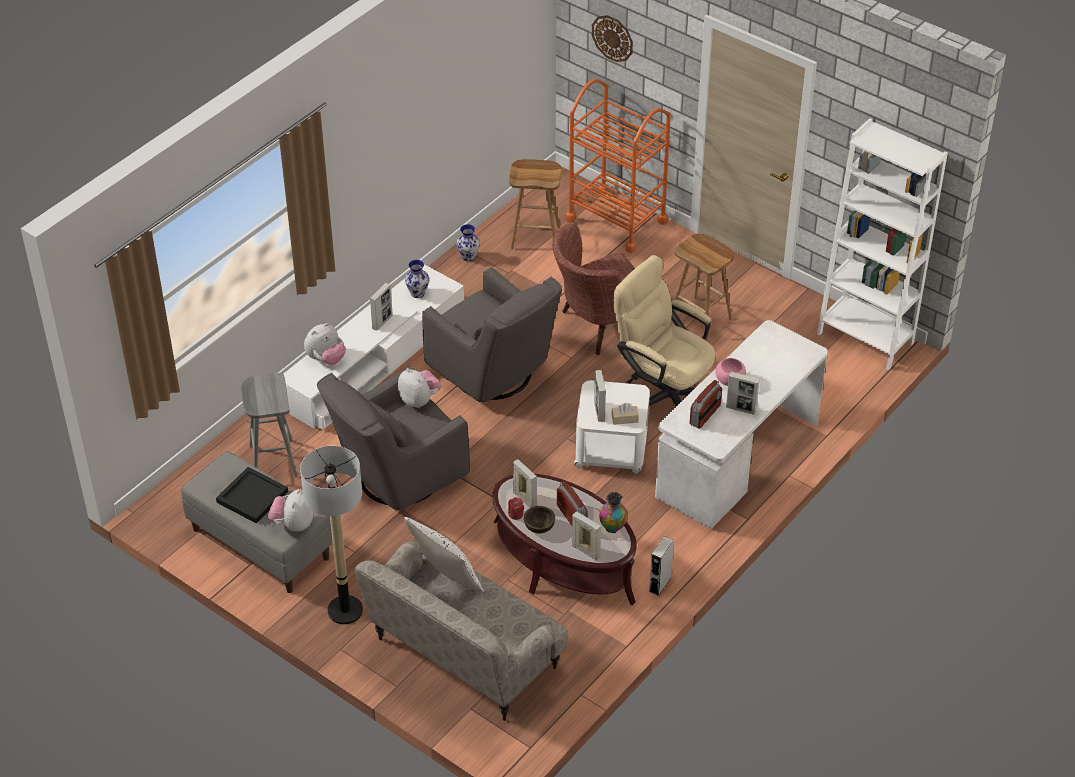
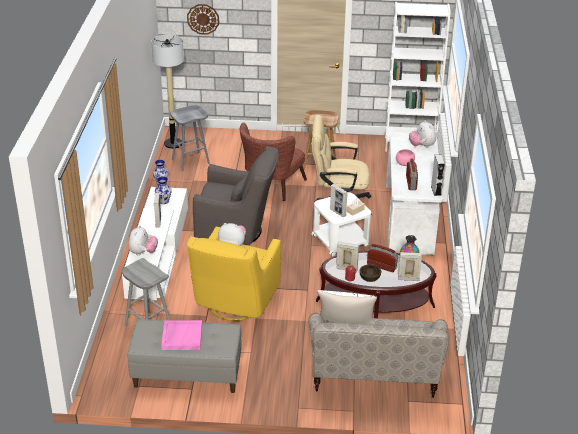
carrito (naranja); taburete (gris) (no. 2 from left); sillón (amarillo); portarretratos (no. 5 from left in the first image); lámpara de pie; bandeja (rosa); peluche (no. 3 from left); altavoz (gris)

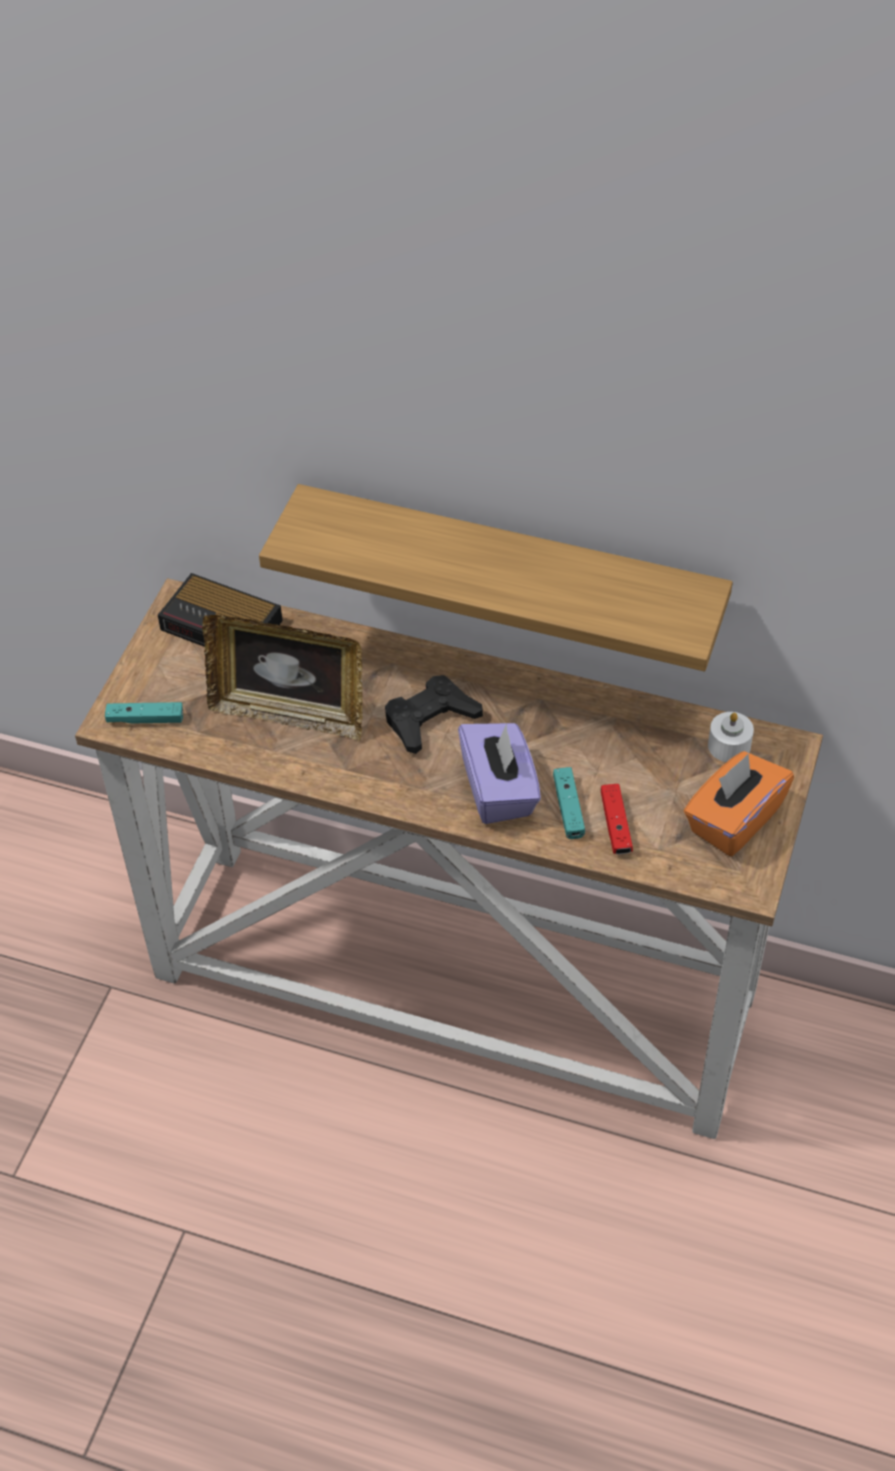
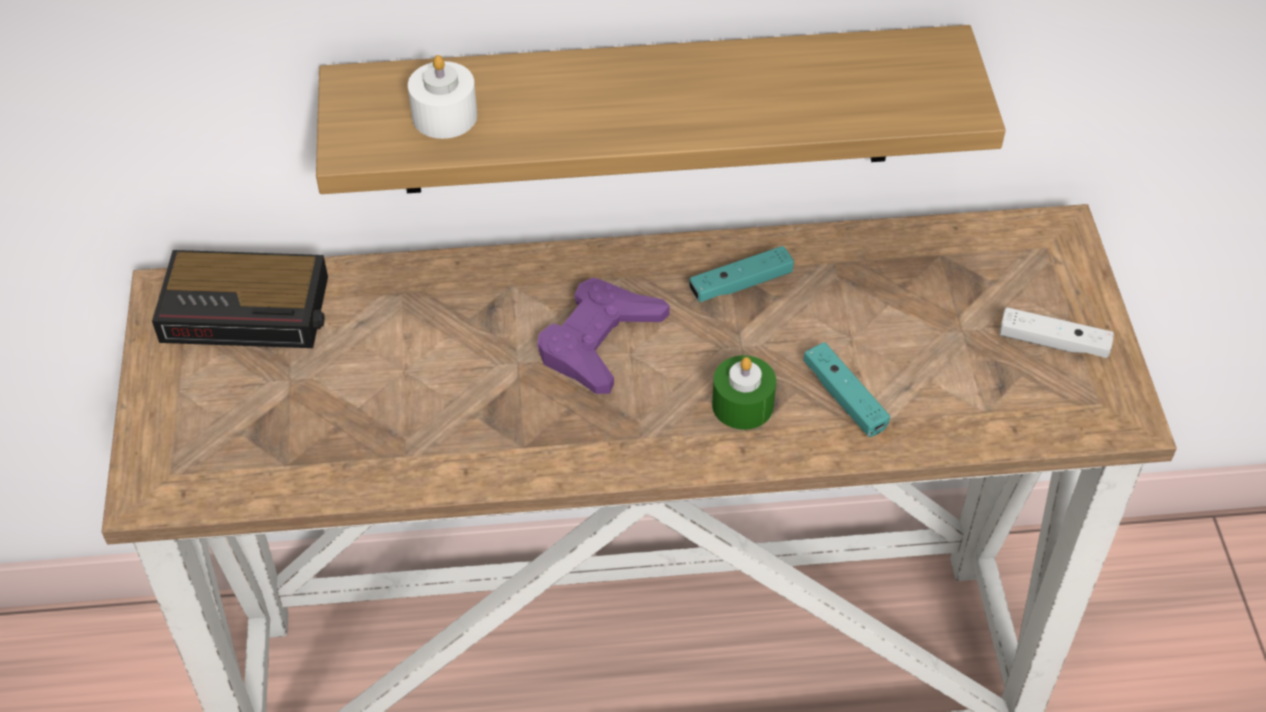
portarretratos; mando de consola (morado); mando de consola (turquesa) (no. 1 from left); vela (blanco); vela (verde); mando de consola (blanco); mando de consola (rojo)

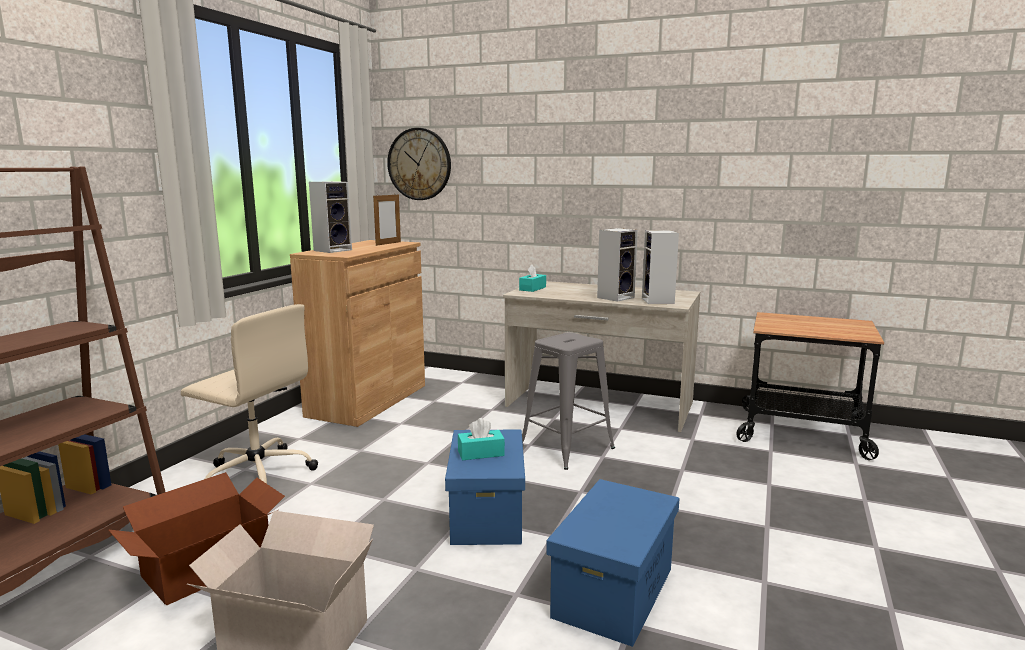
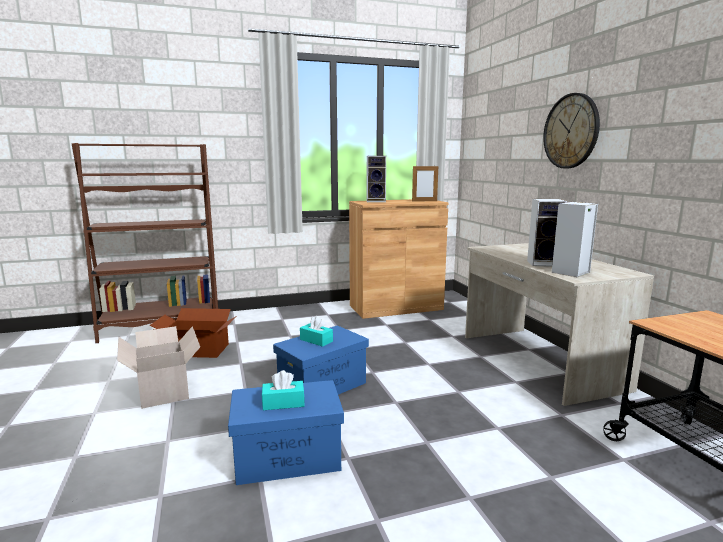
reloj de pared; caja de pañuelos (turquesa) (no. 1 from left); silla de oficina (beis); taburete (gris)

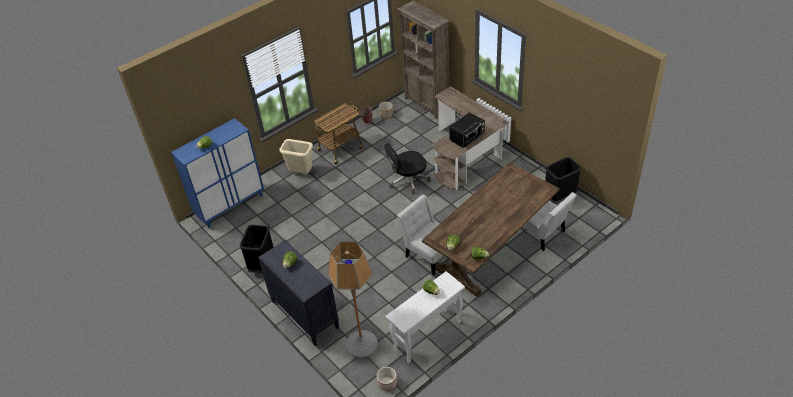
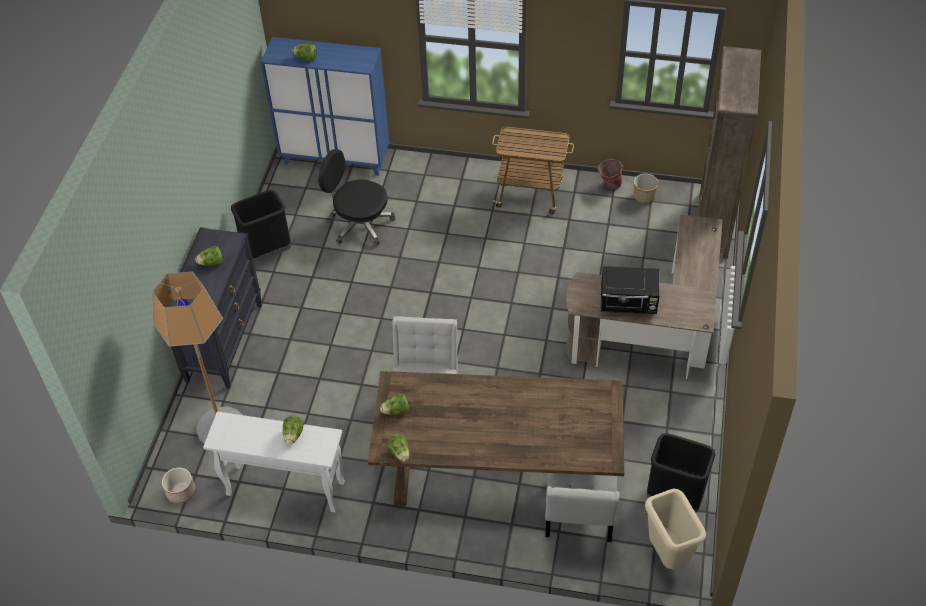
papelera (beis); silla de oficina (negro)

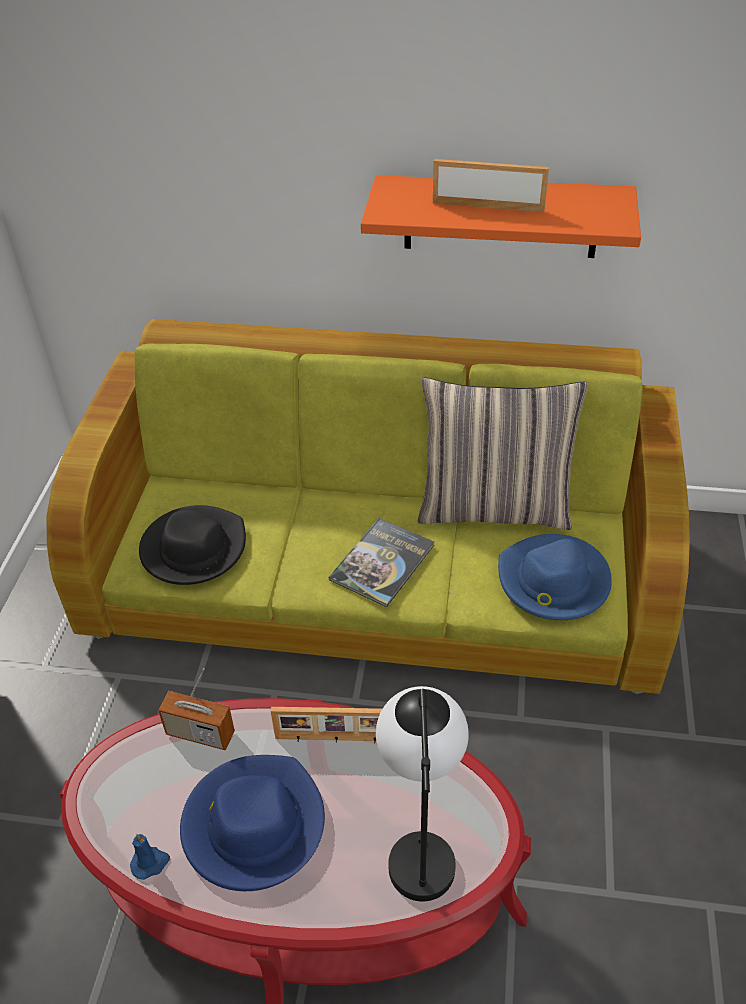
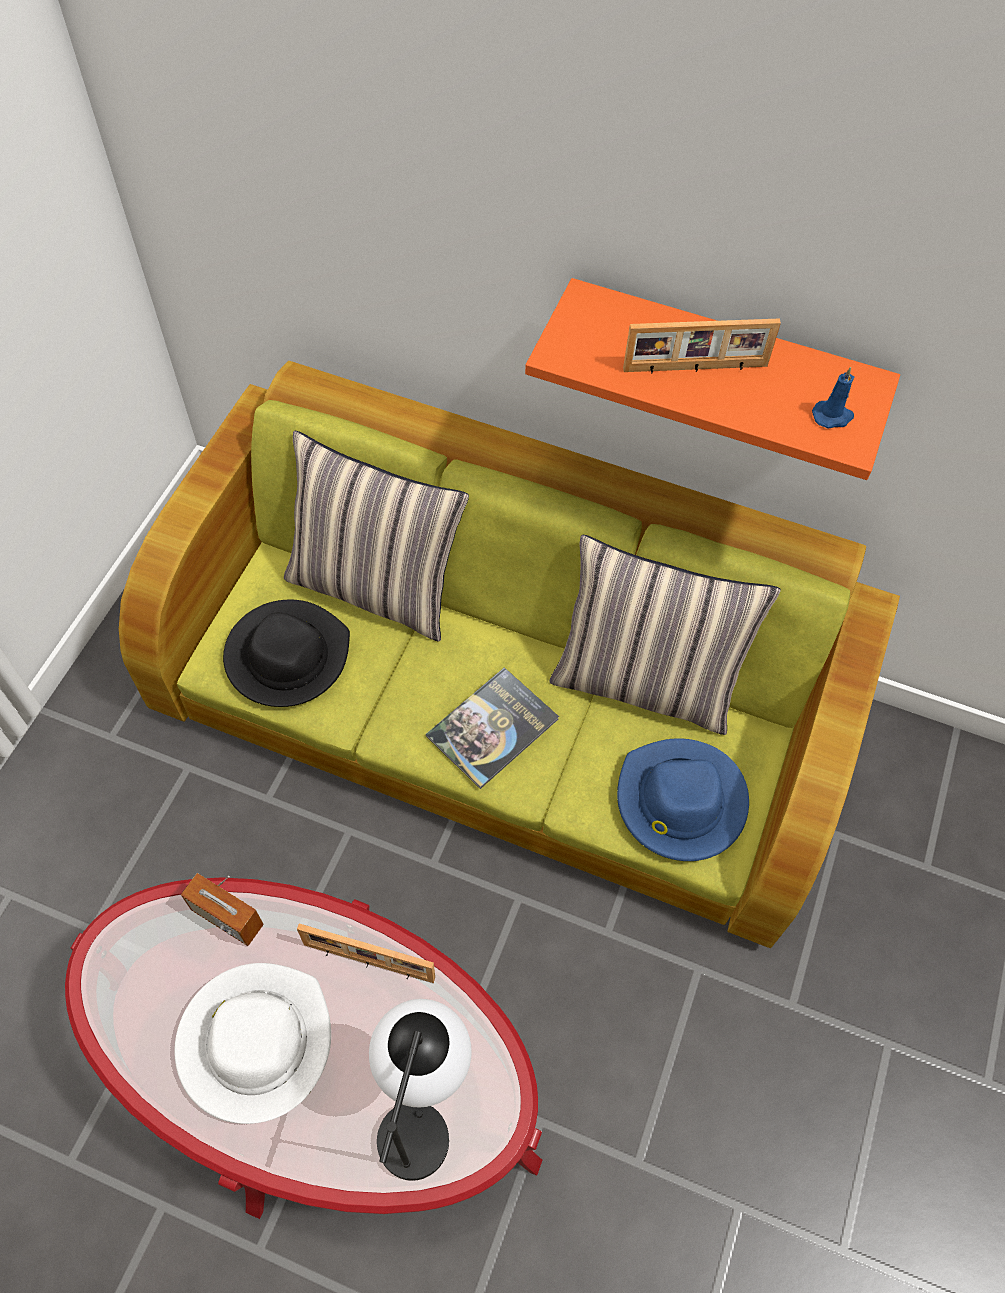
portarretratos (no. 2 from left); sombrero (blanco); vela (azul); cojín (no. 1 from left)

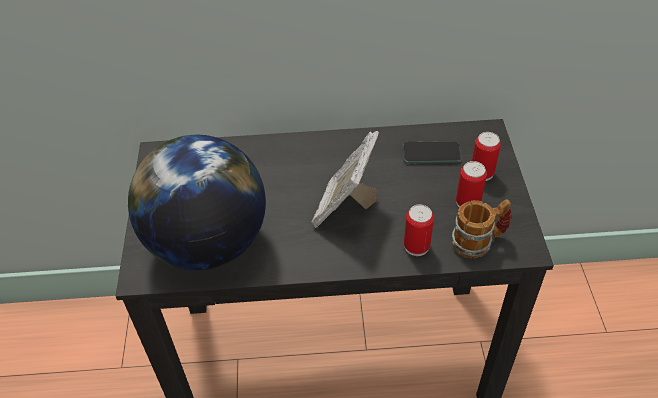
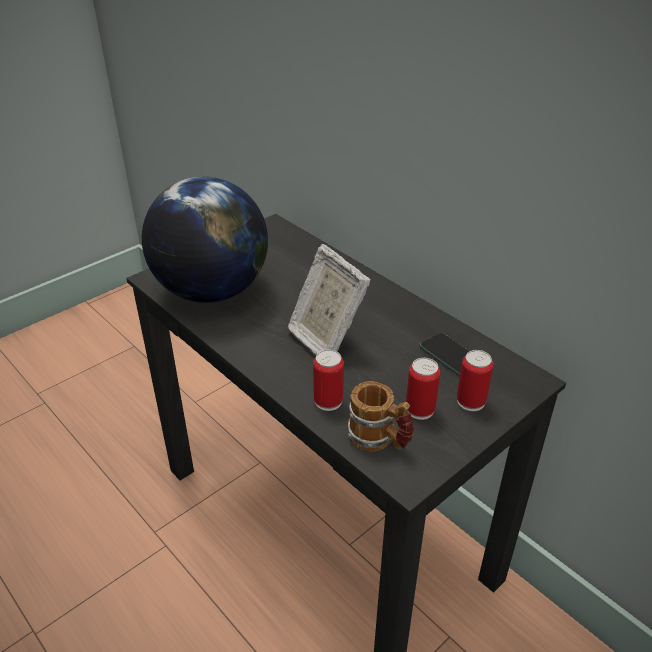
portarretratos

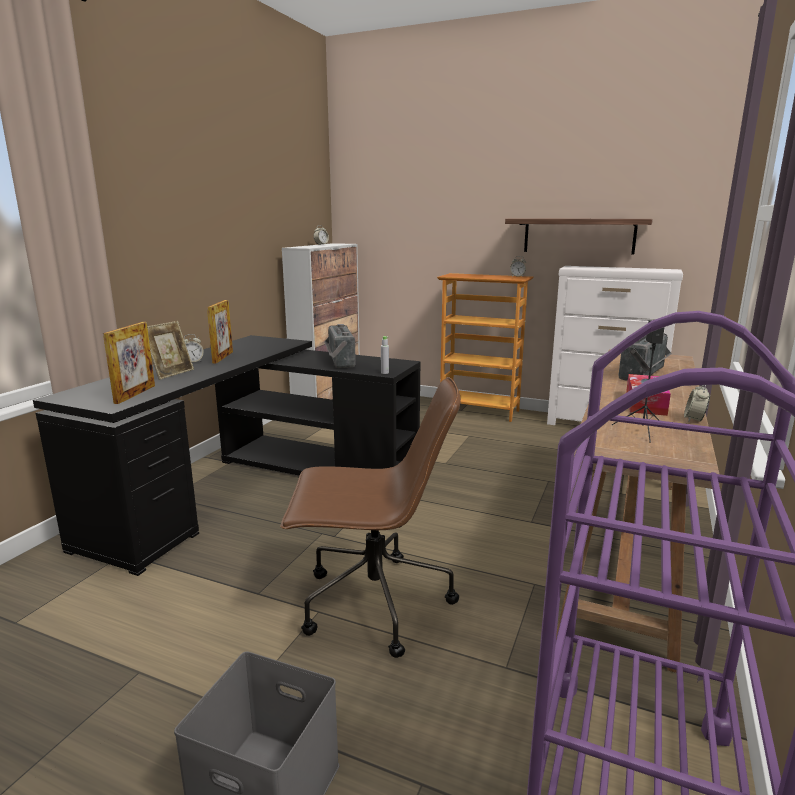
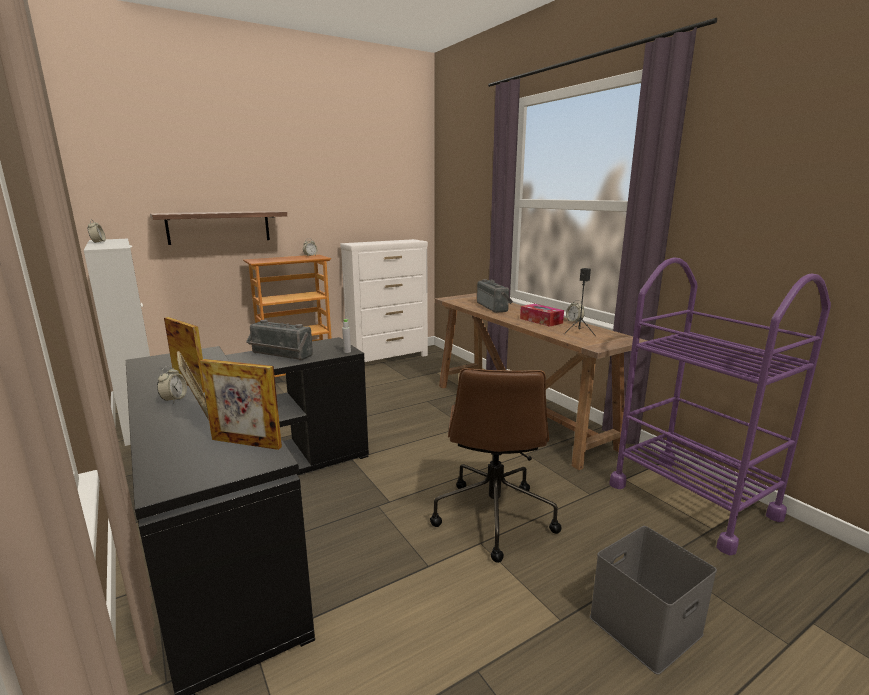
estante; portarretratos (no. 3 from left); silla de oficina (marrón)

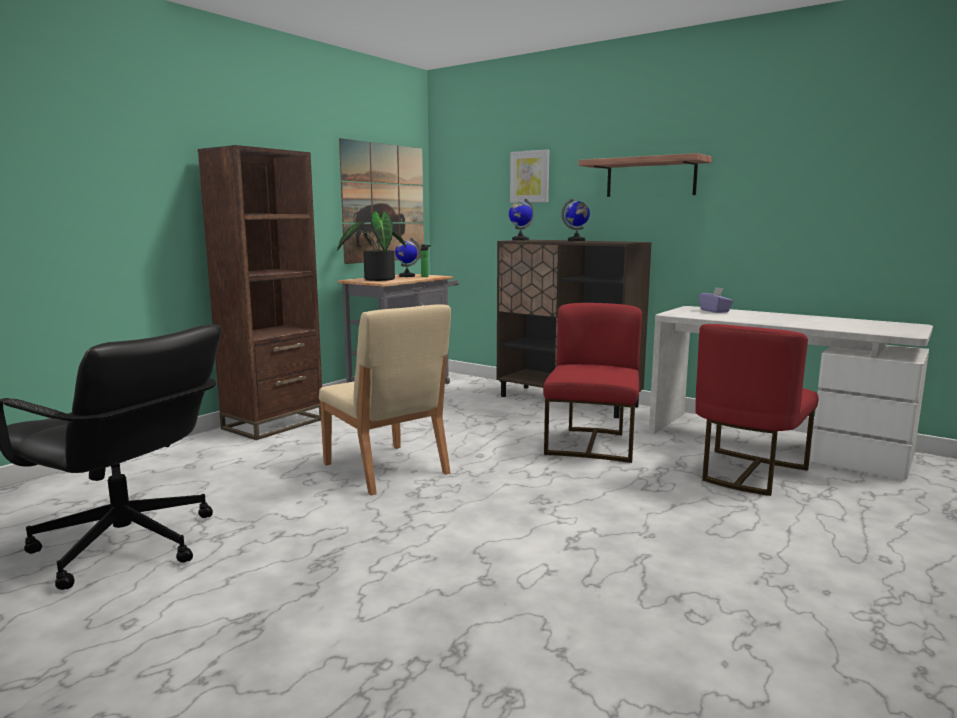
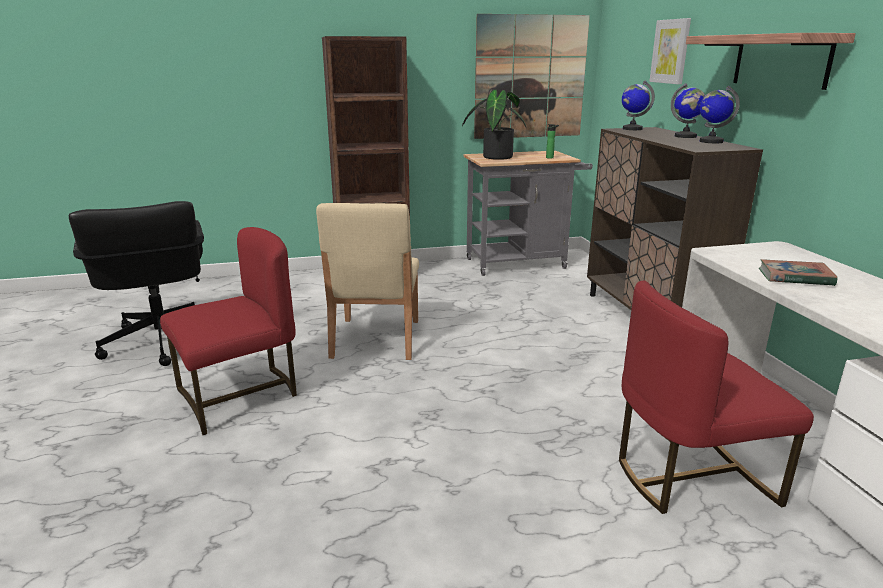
globo terráqueo (no. 3 from left); caja de pañuelos (morado); silla (rojo) (no. 1 from left); libro

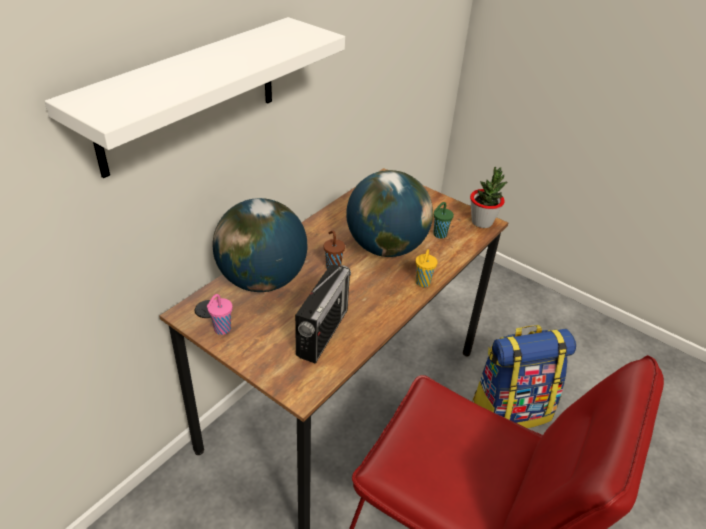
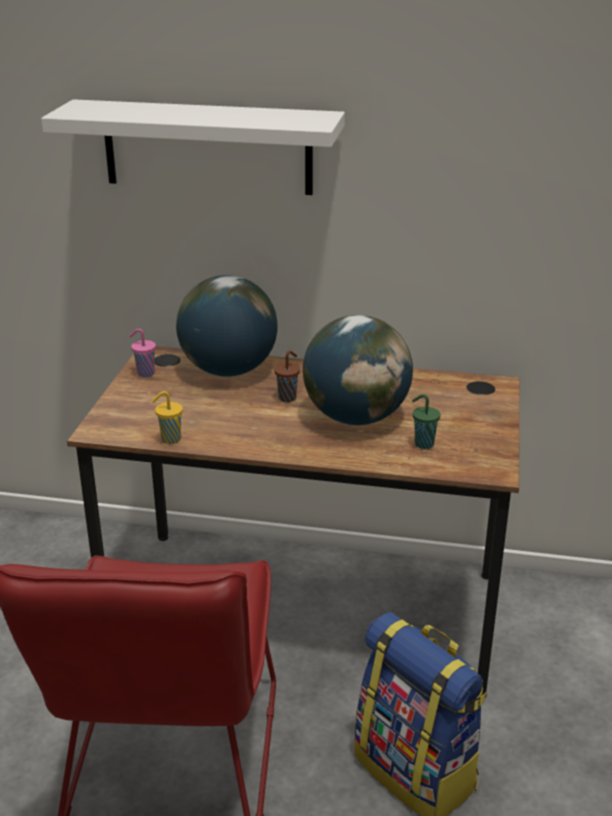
planta en maceta; taza (amarillo); radio

